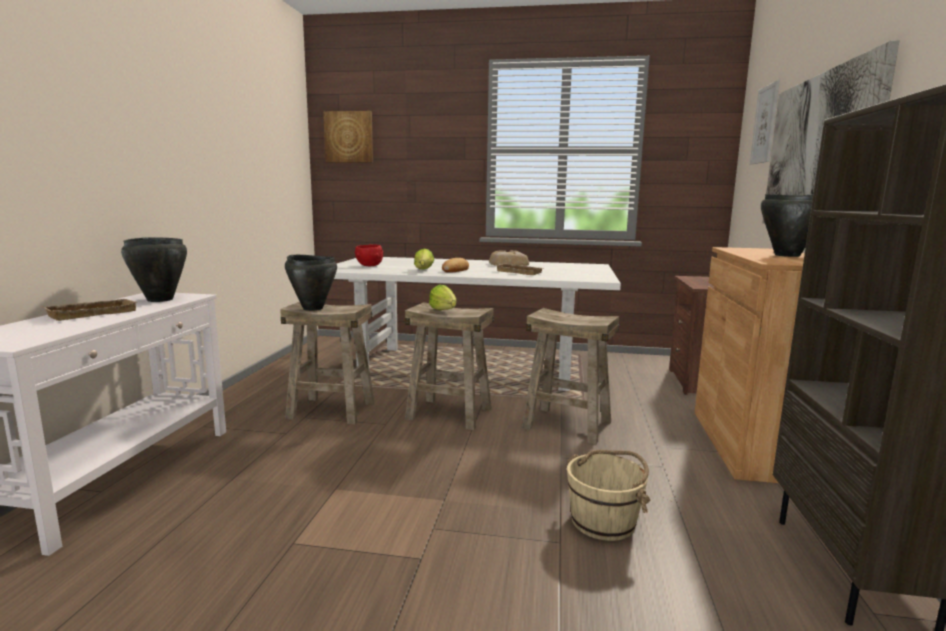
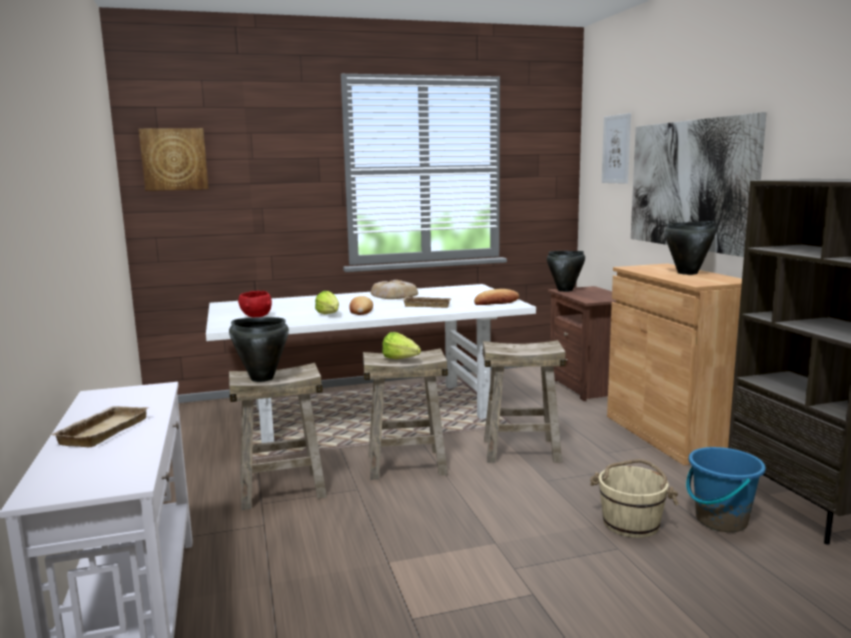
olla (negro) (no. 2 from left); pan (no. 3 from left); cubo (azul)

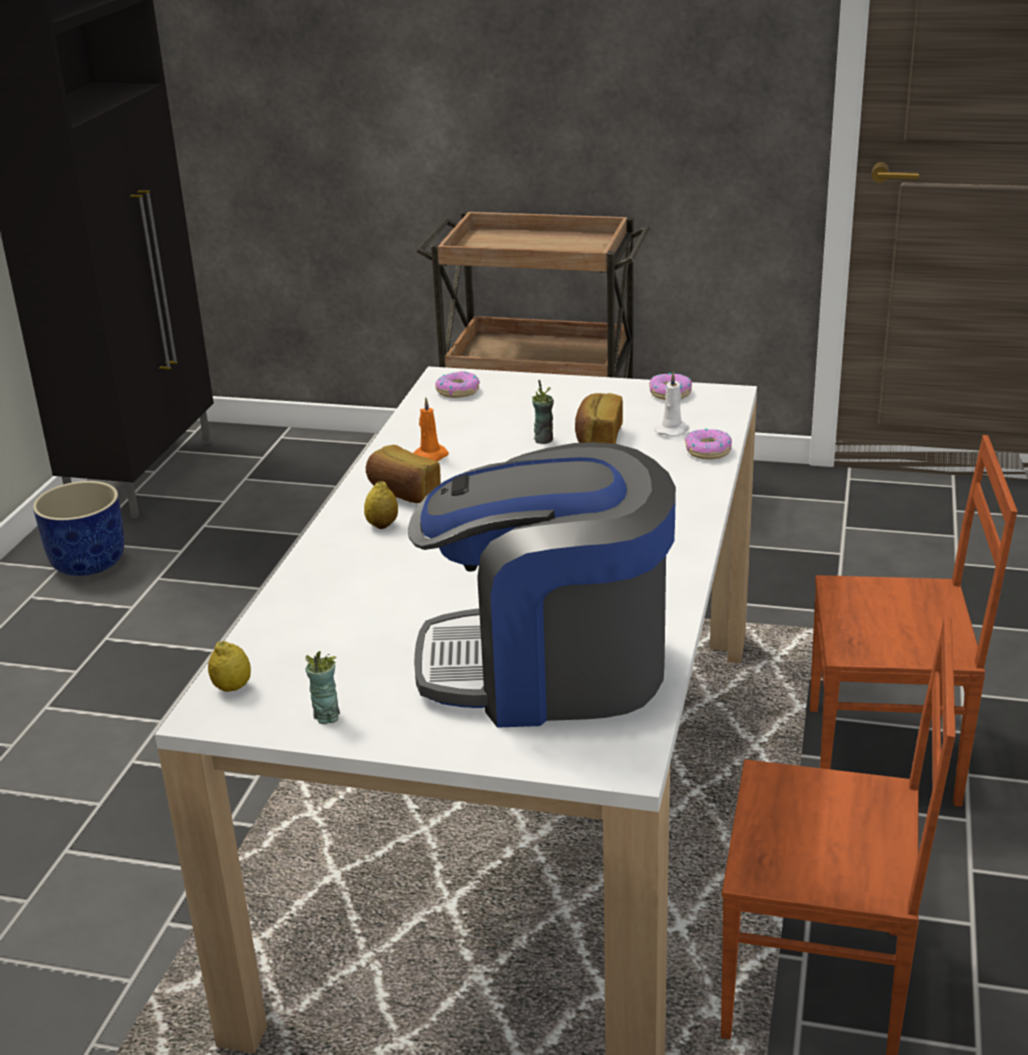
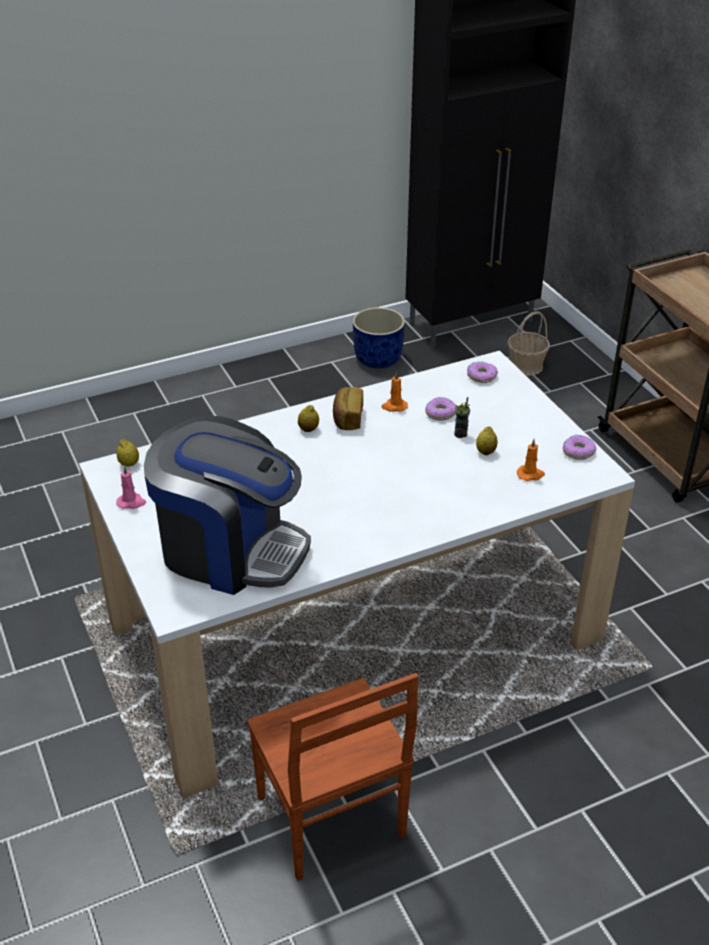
vela (naranja) (no. 2 from left); limón (no. 3 from left); rosquilla (no. 1 from left); silla (marrón) (no. 2 from left in the first image); cafetera; vela (rosa); cesta

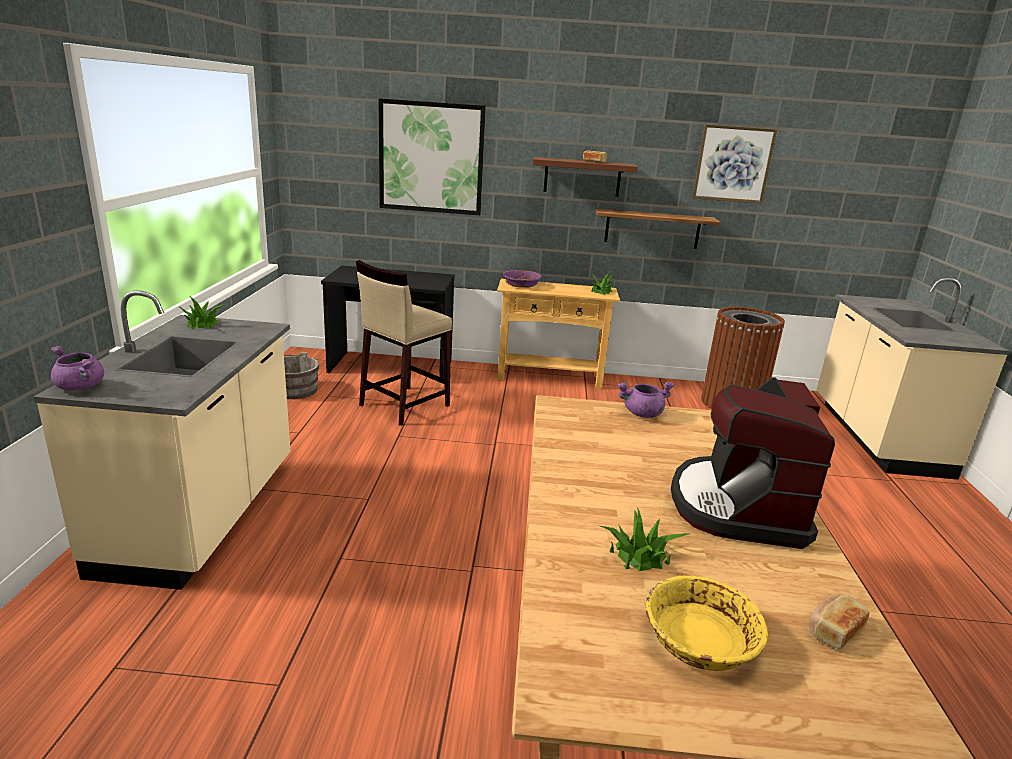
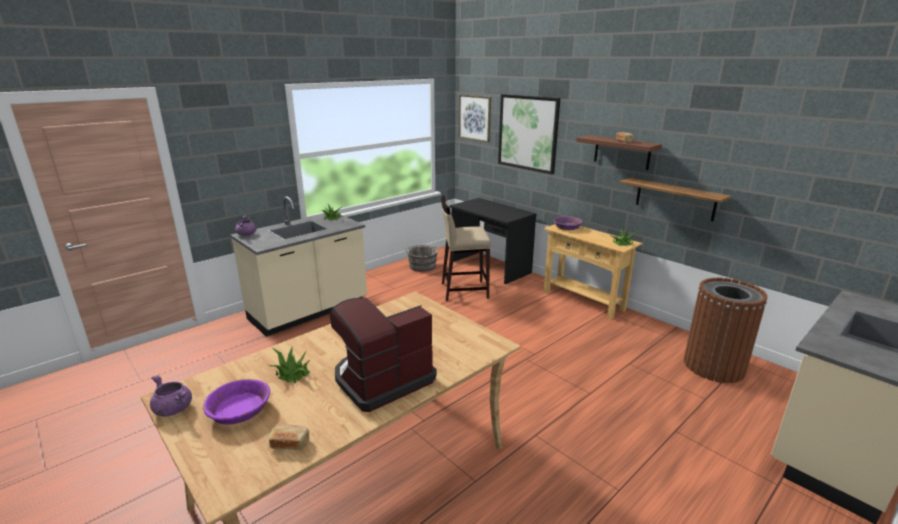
cuadro (no. 1 from left); olla (morado) (no. 1 from left); cuenco (morado) (no. 1 from left)

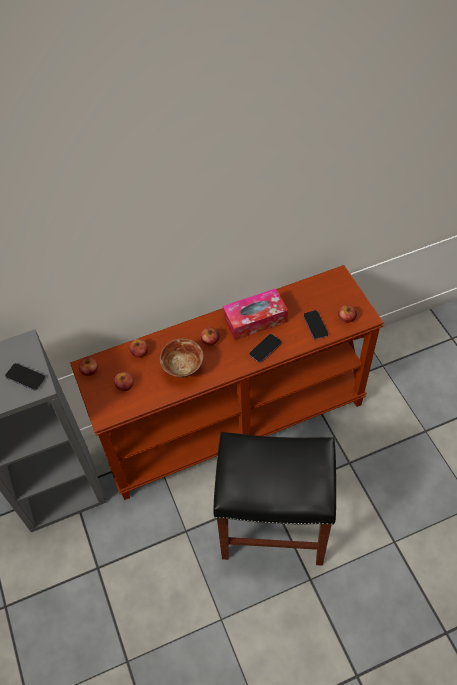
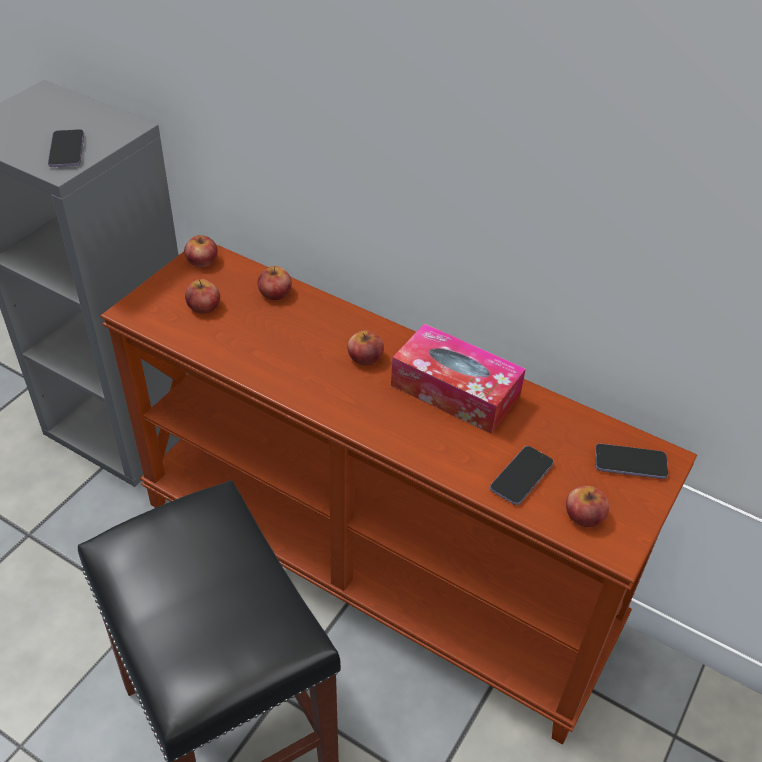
móvil (no. 3 from left); cuenco

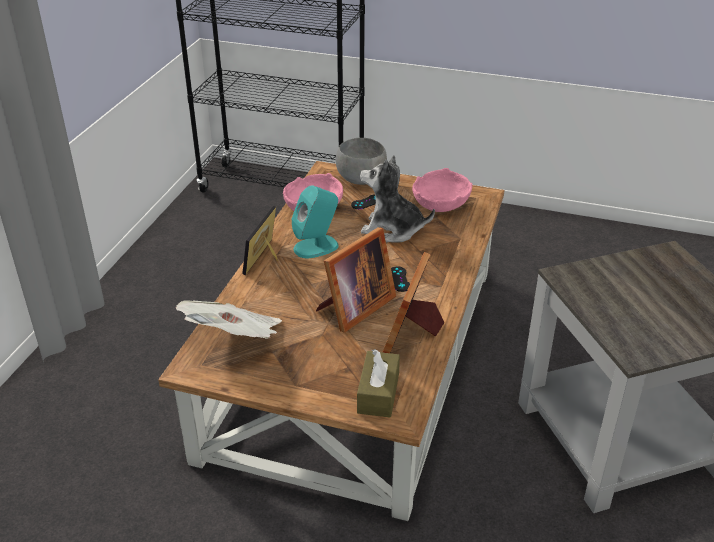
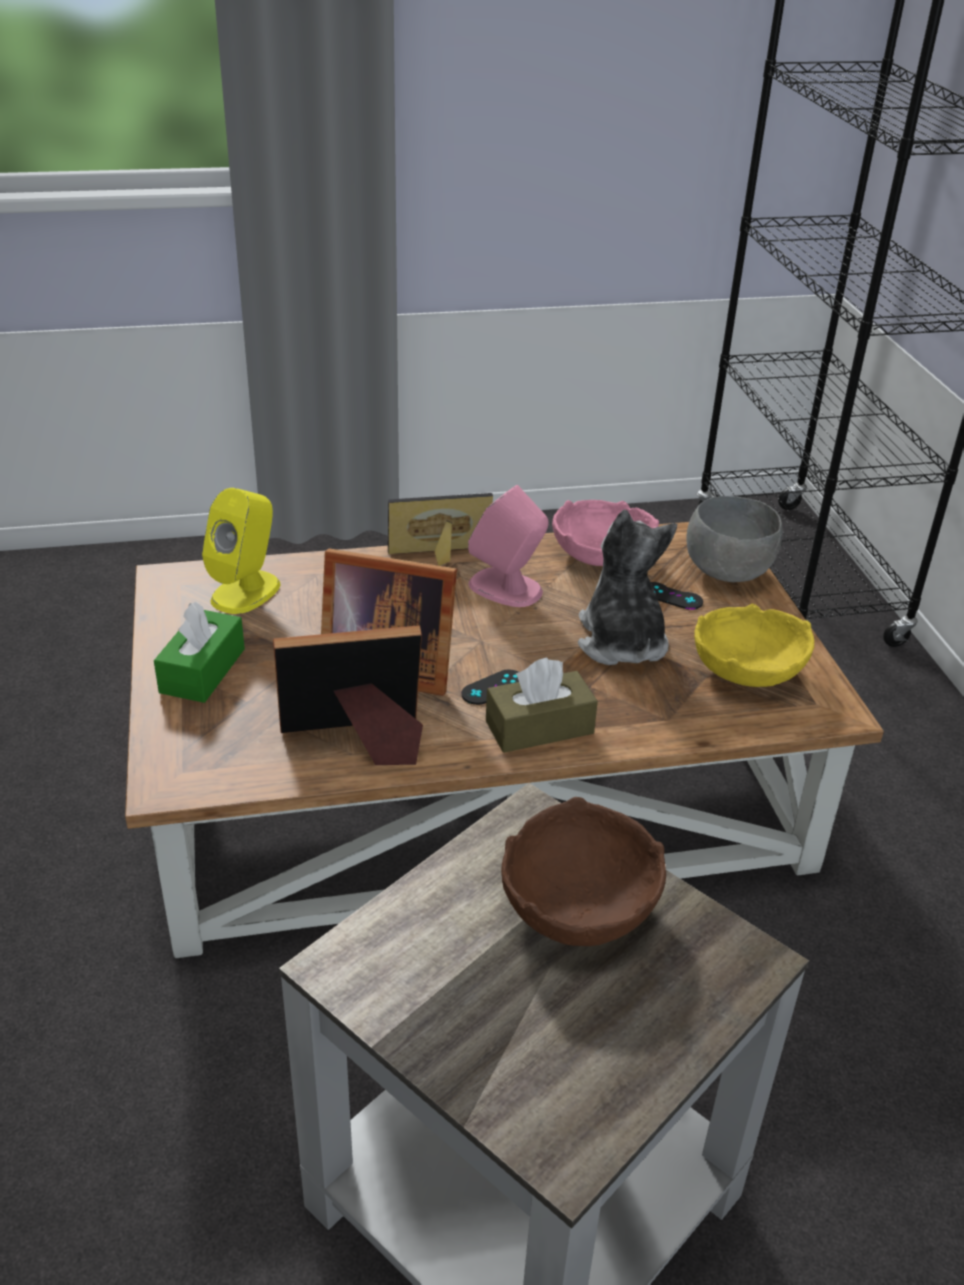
cuenco (amarillo); altavoz (rosa); altavoz (amarillo); caja de pañuelos (marrón); caja de pañuelos (verde); cuenco (marrón)

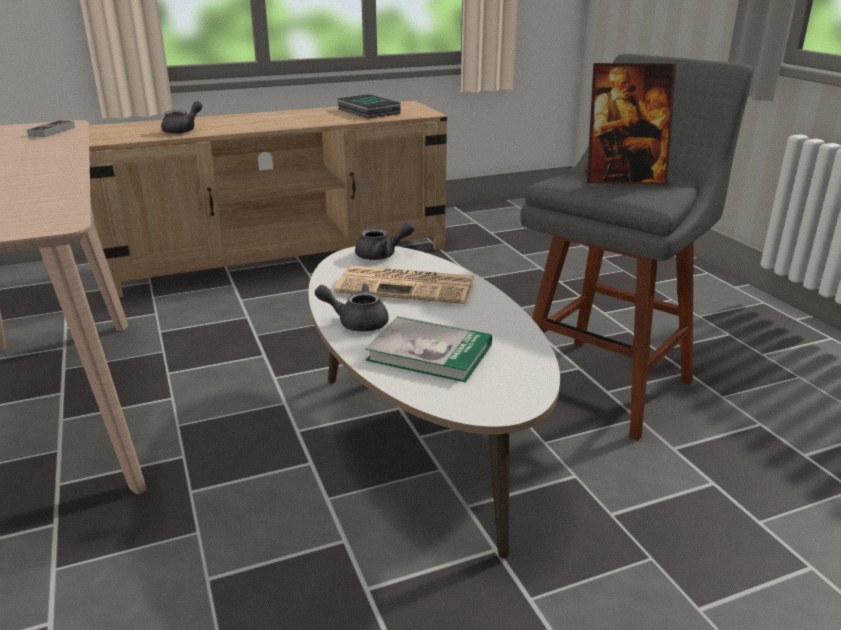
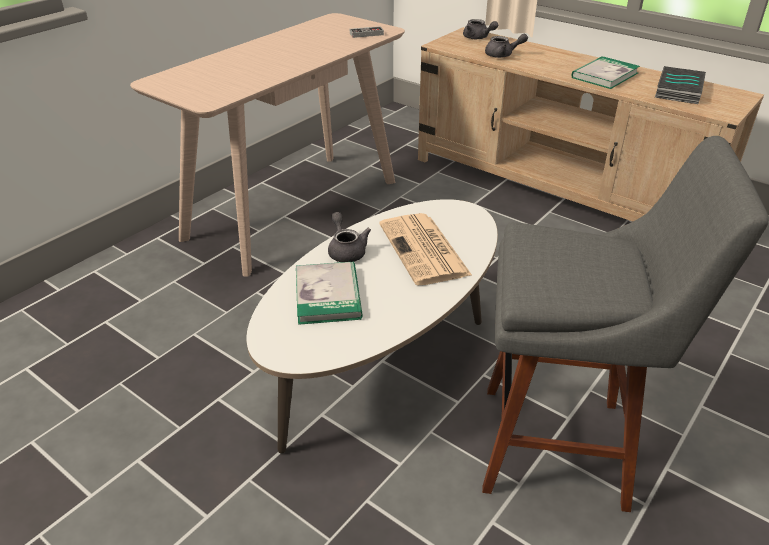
portarretratos; tetera (gris) (no. 2 from left); libro (no. 2 from left)

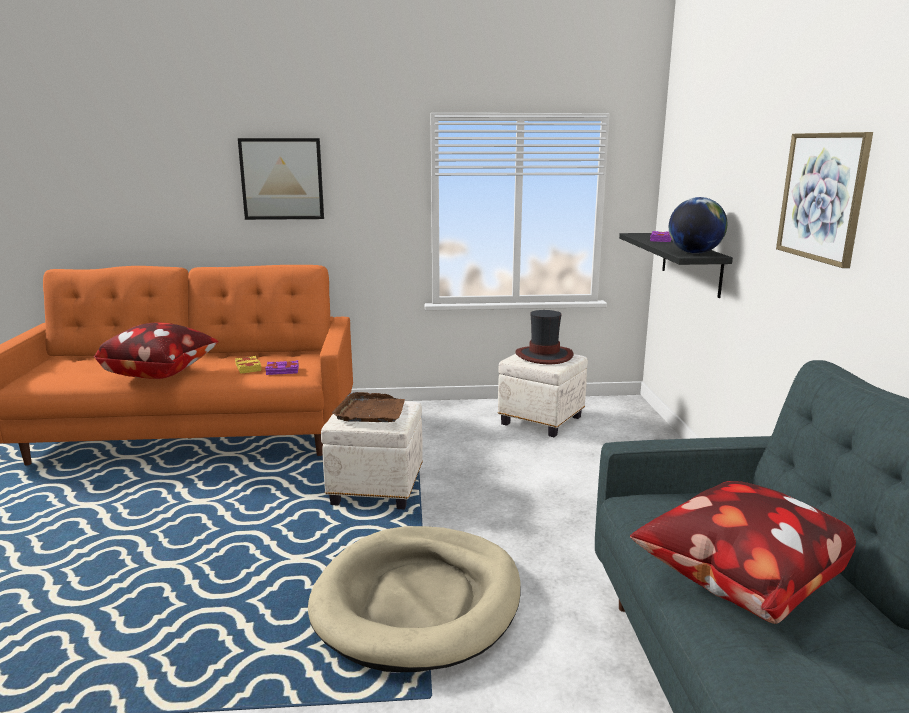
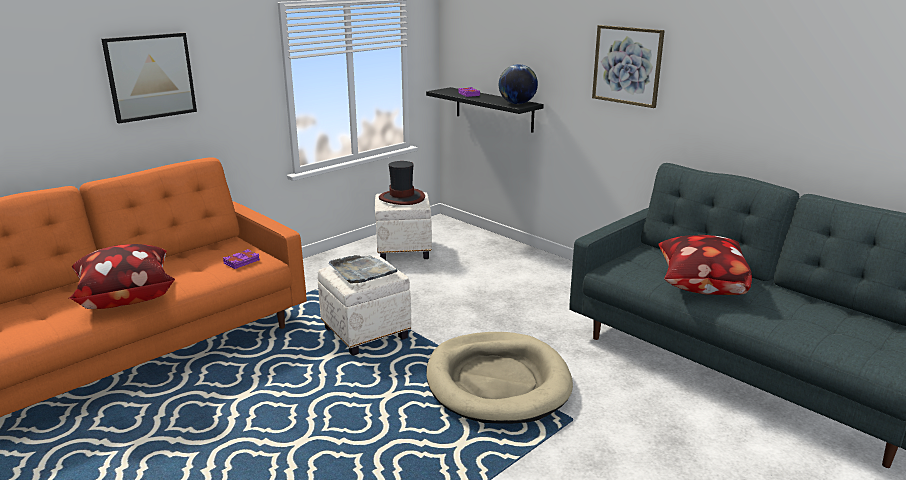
libro (amarillo); bandeja (gris)

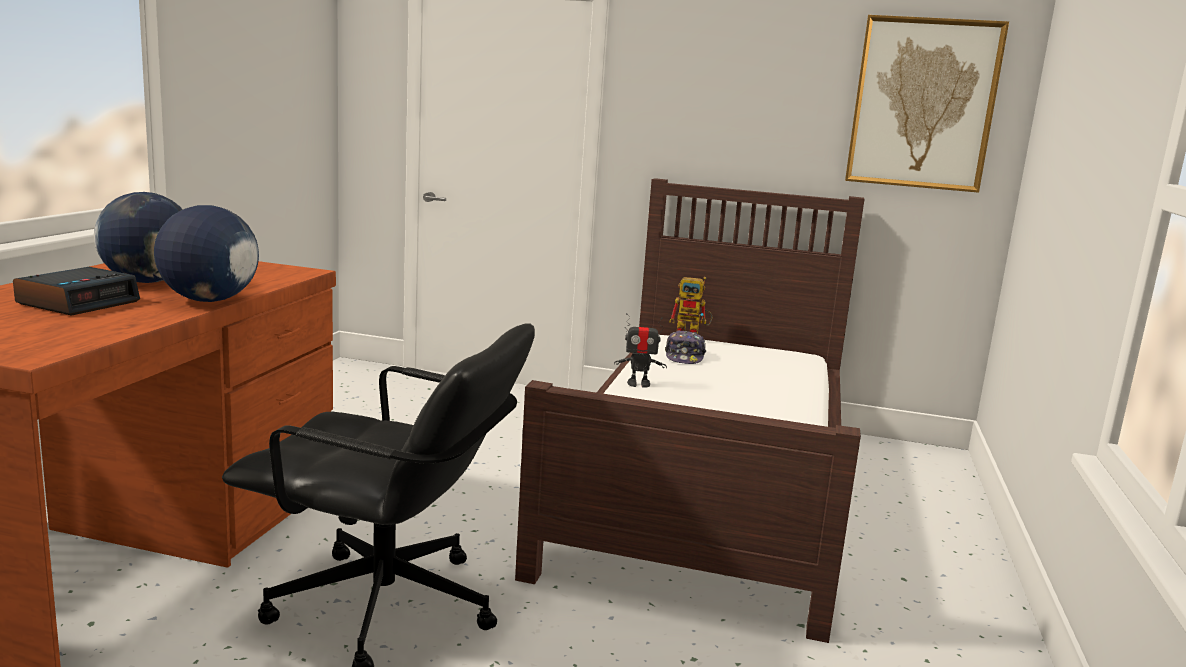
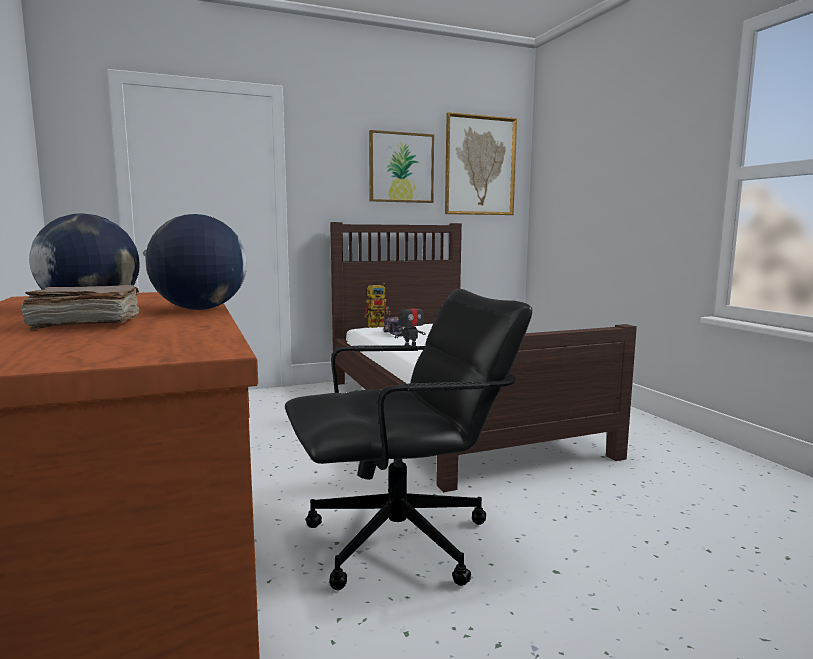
libro (marrón); cuadro (no. 1 from left)

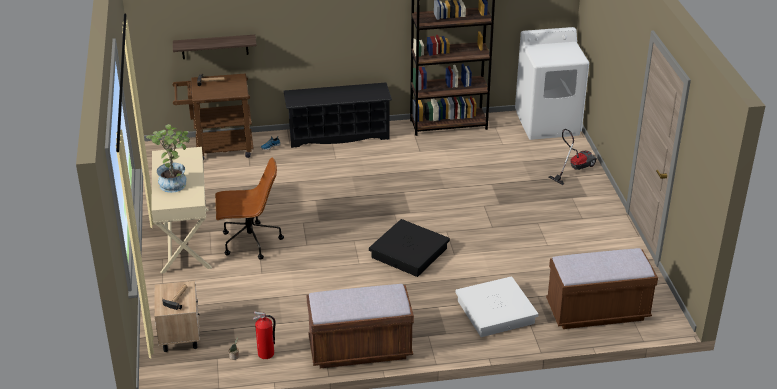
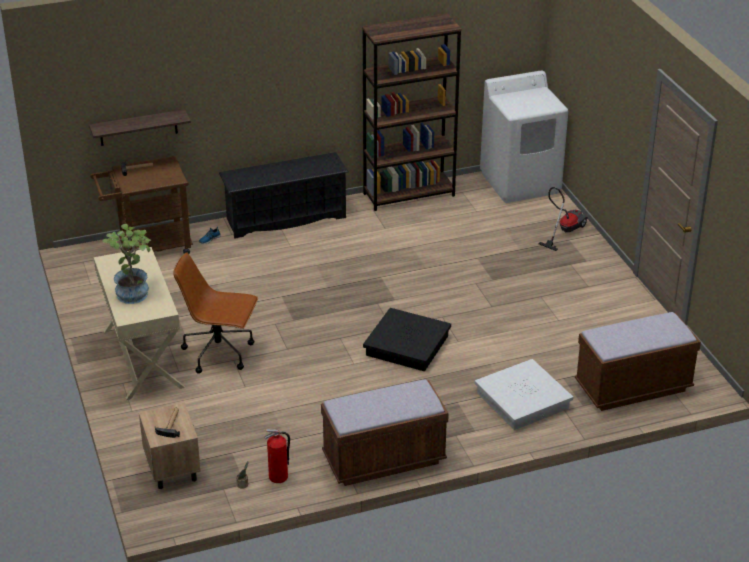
silla de oficina (marrón)

